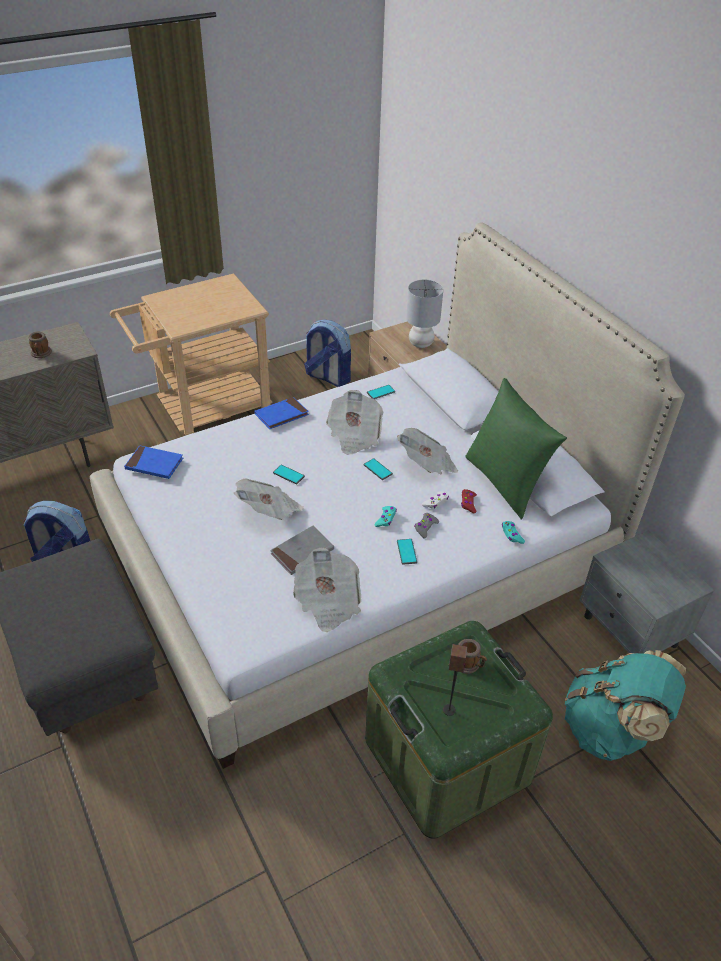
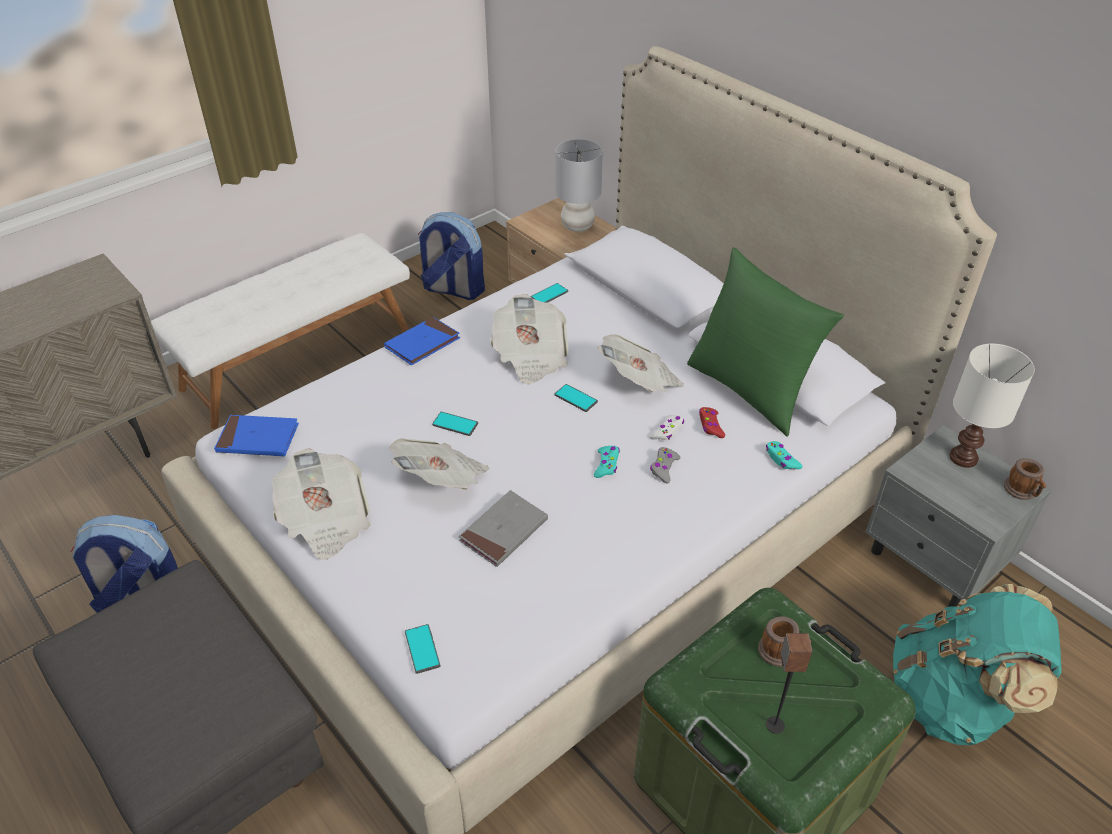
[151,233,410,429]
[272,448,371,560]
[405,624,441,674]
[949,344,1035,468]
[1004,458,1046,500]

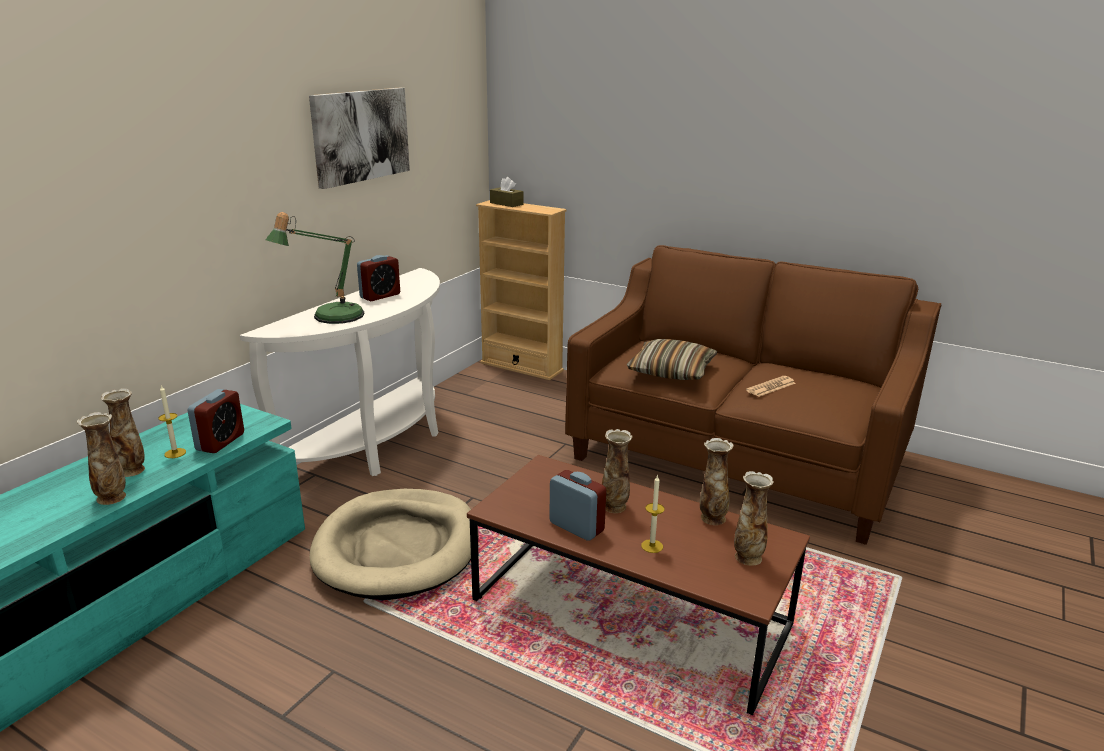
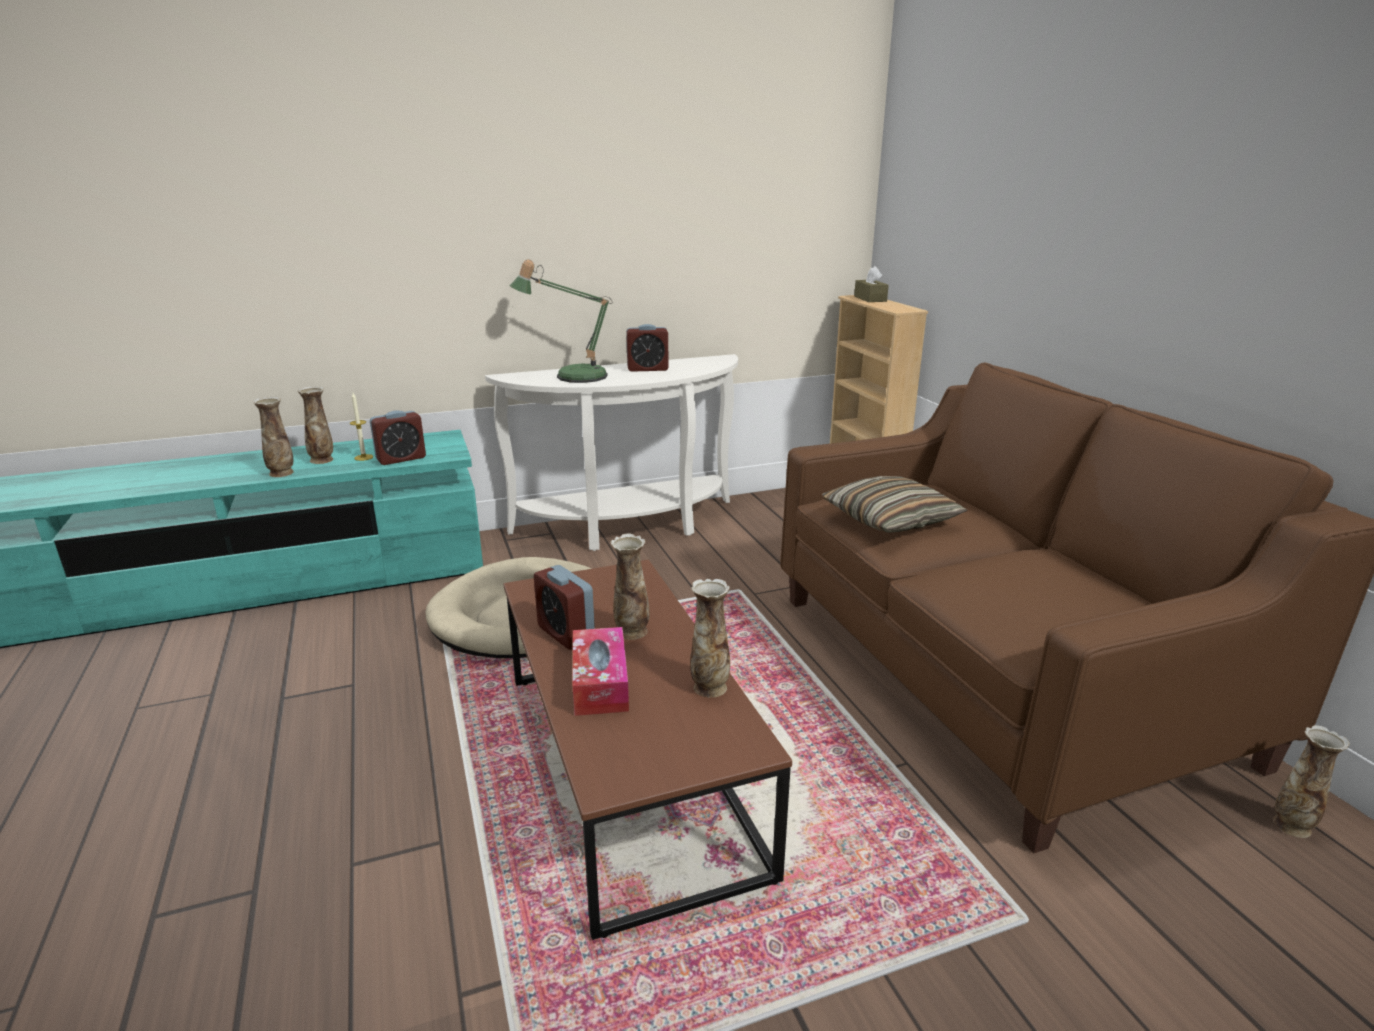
[534,565,595,650]
[573,627,629,716]
[1273,725,1350,838]
[309,88,410,189] (first image)
[746,376,796,397] (first image)

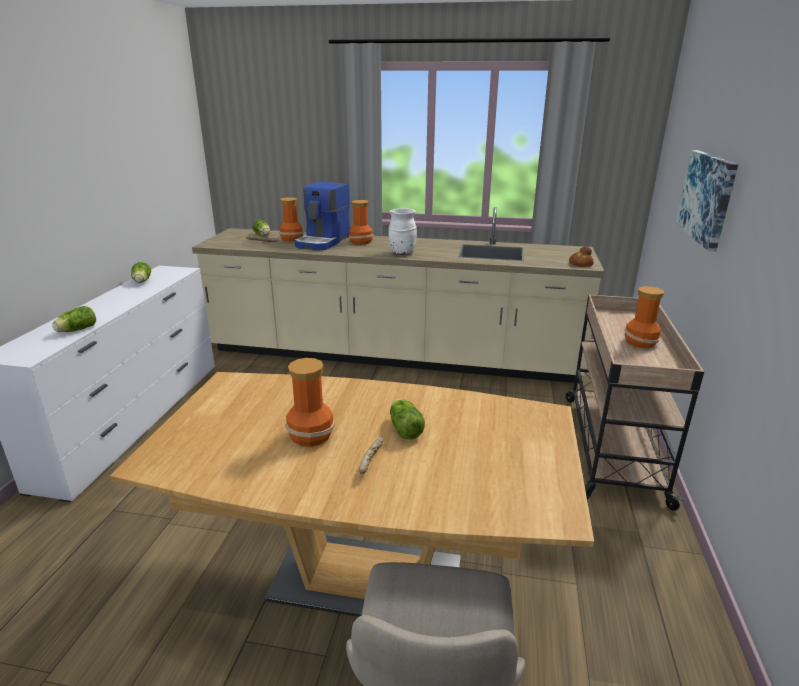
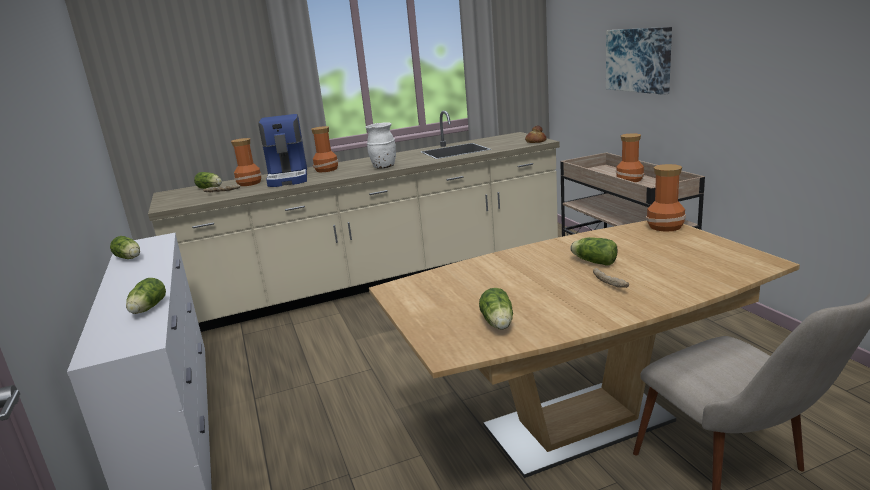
[479,288,513,330]
[646,164,686,232]

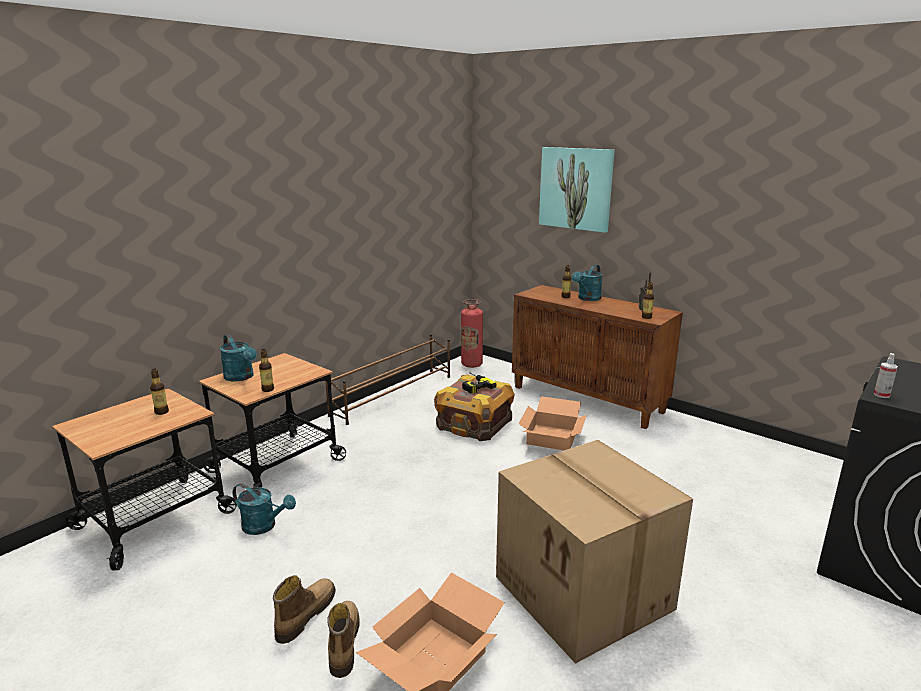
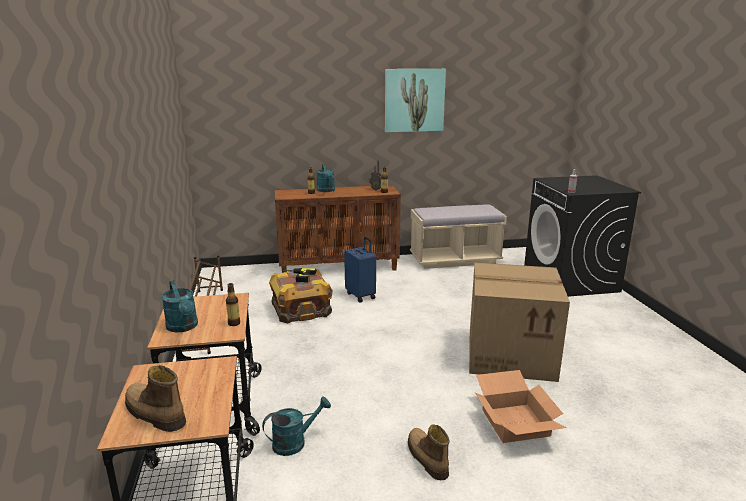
[125,365,186,432]
[161,280,198,333]
[344,237,376,302]
[385,69,446,132]
[410,204,507,269]
[150,369,169,415] (first image)
[461,299,483,368] (first image)

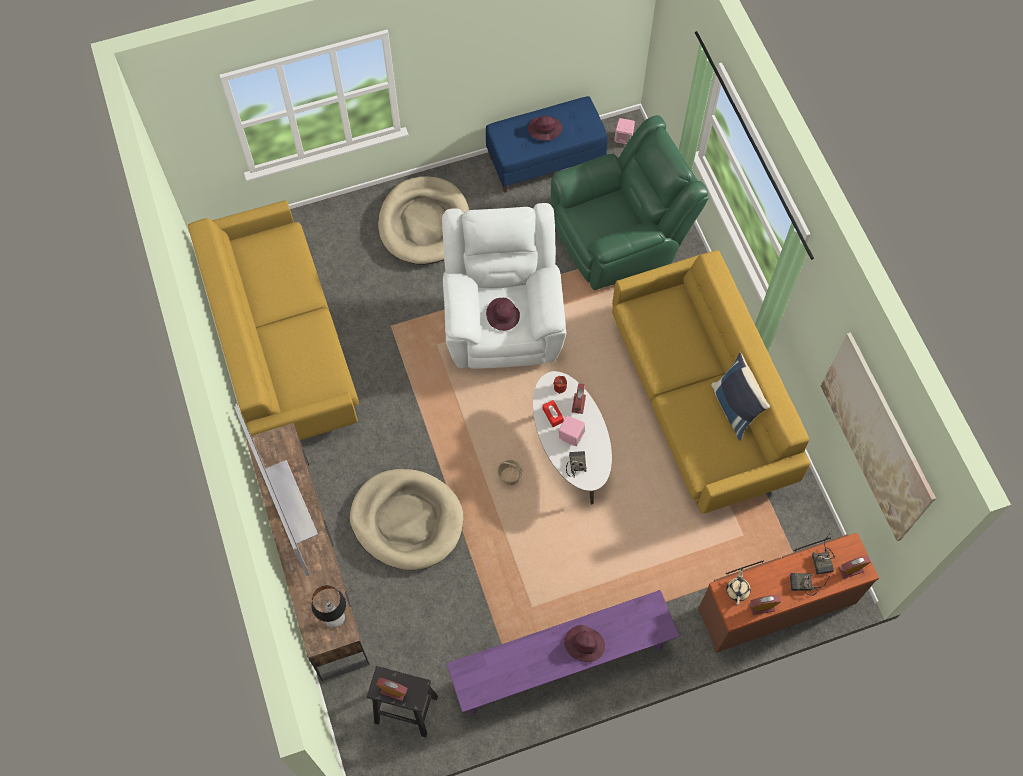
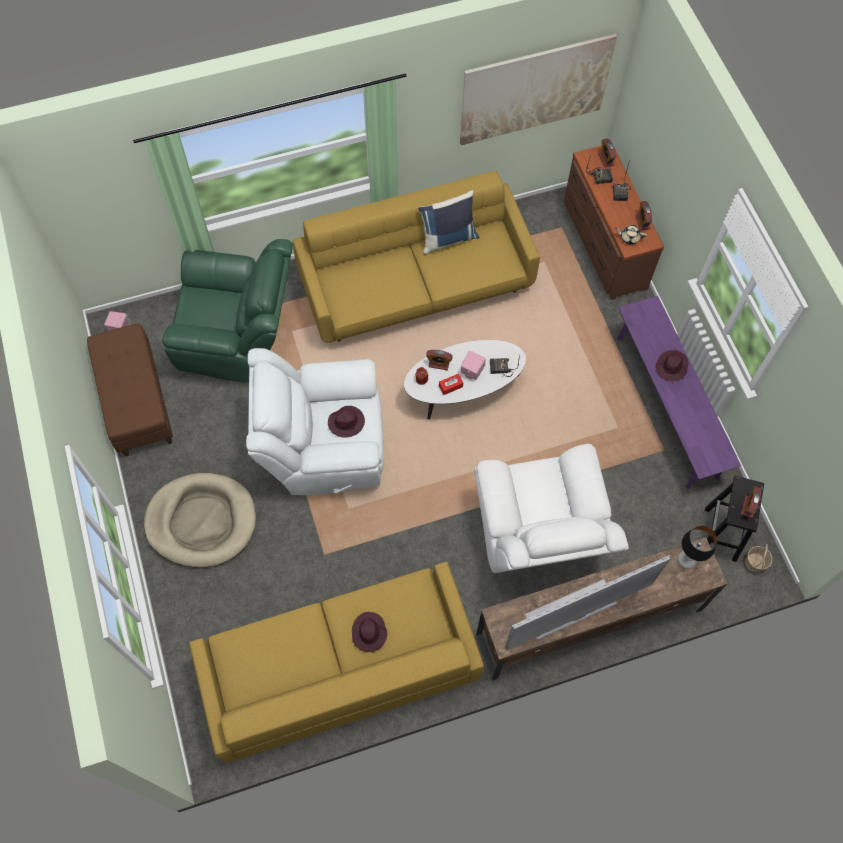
[87,323,173,457]
[162,239,293,383]
[352,612,387,652]
[474,444,629,573]
[745,544,772,572]

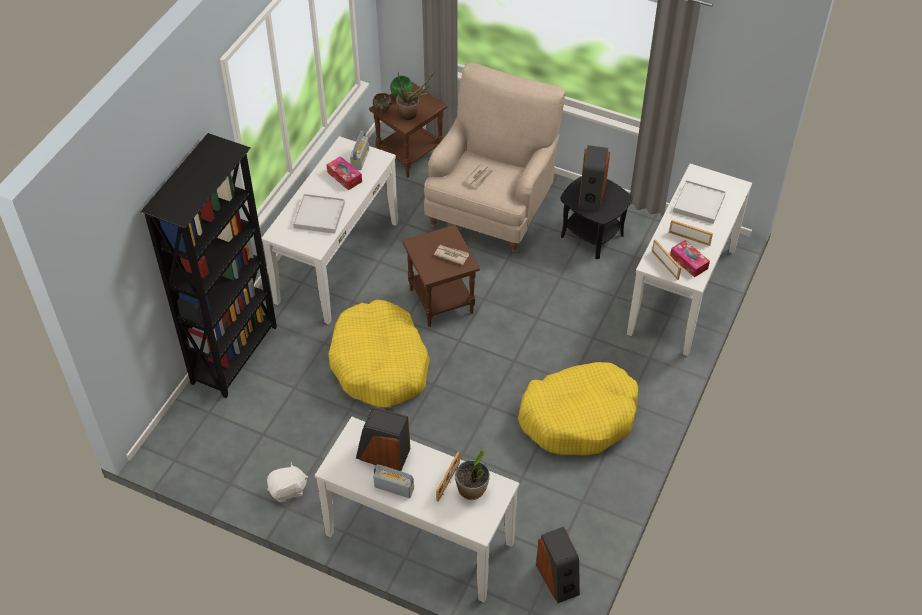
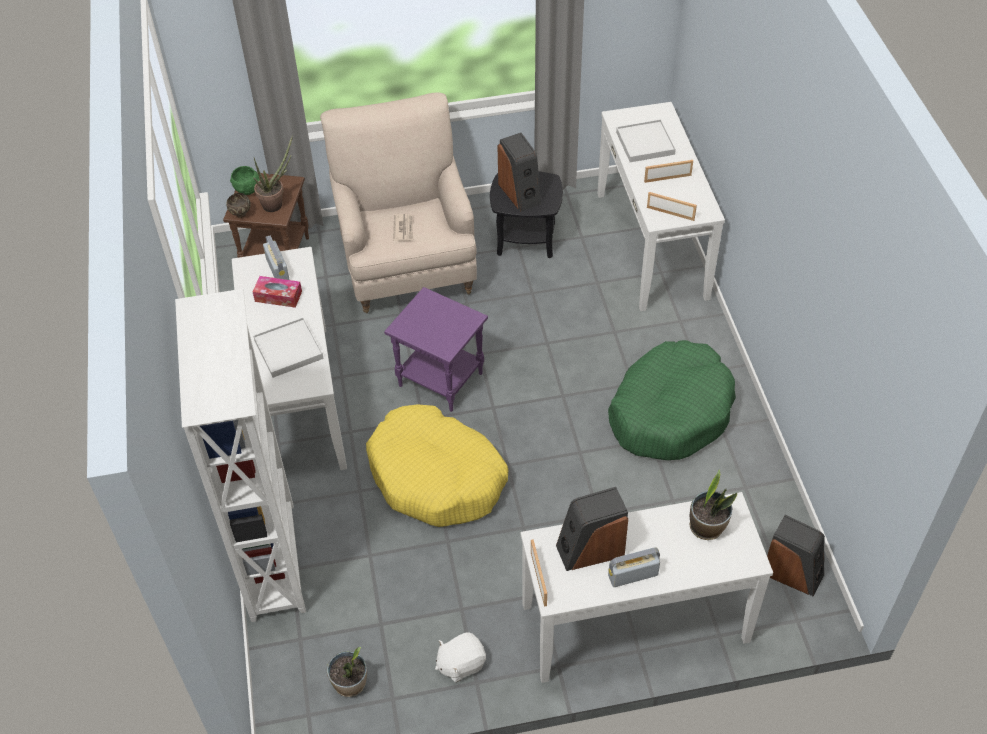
[175,289,306,622]
[327,647,367,697]
[384,287,488,412]
[435,633,486,682]
[531,539,547,607]
[608,340,736,460]
[434,245,469,265] (first image)
[670,240,710,278] (first image)

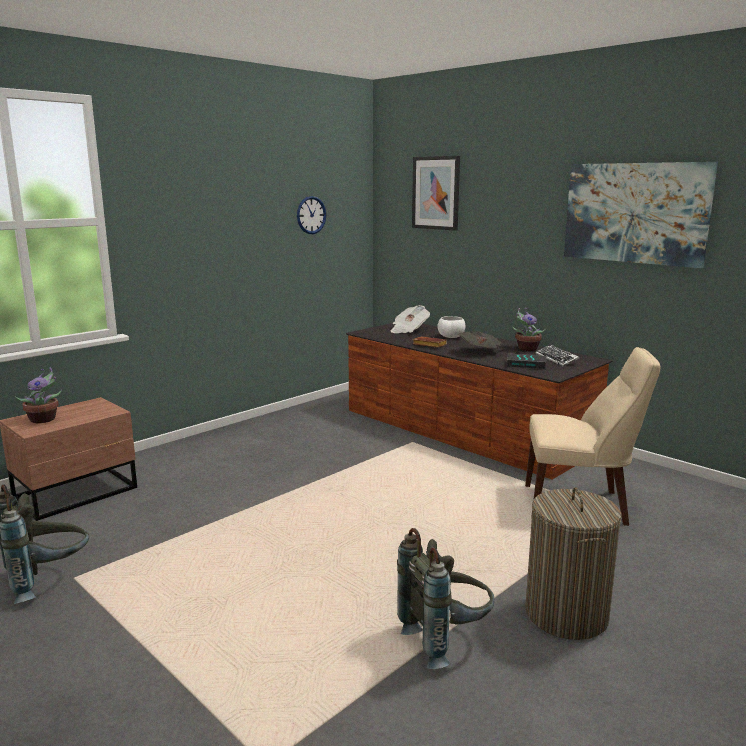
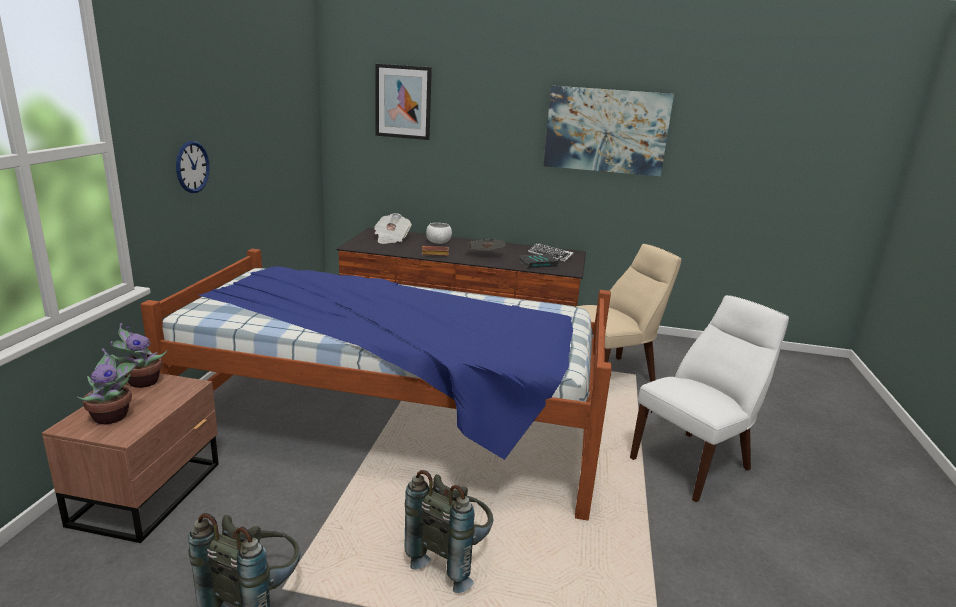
[110,323,167,388]
[140,249,612,521]
[176,141,210,193]
[404,470,493,593]
[630,295,789,502]

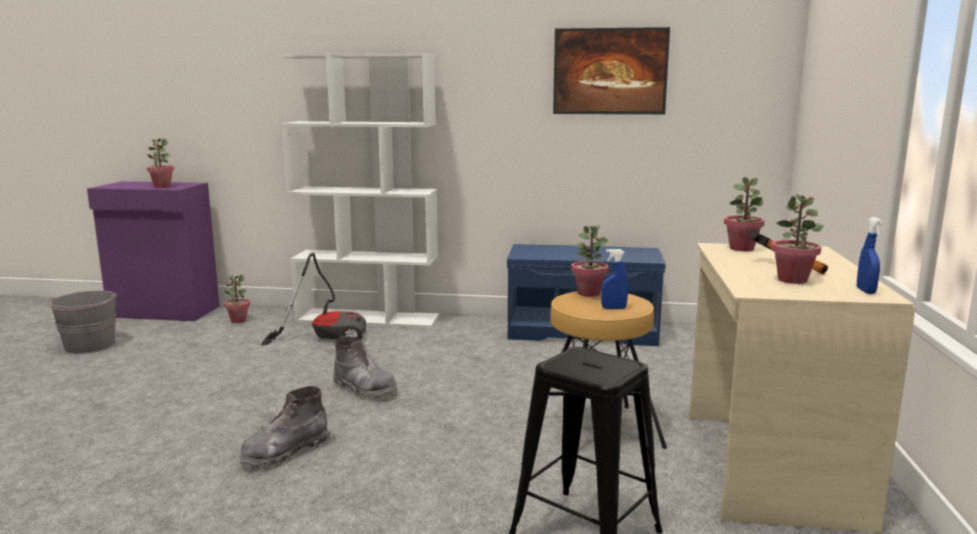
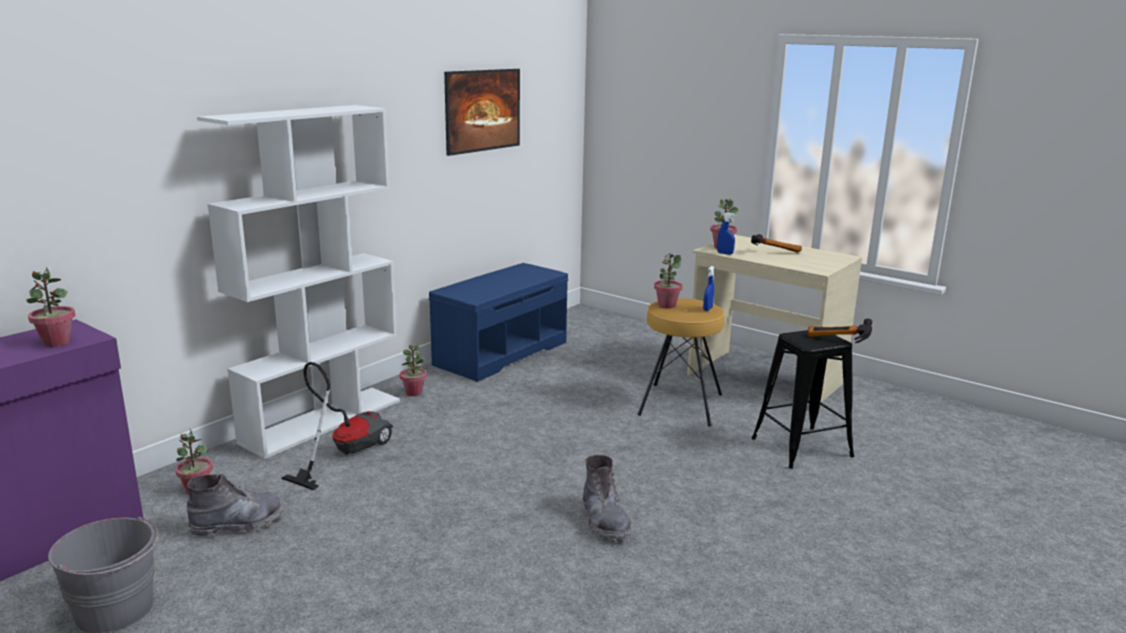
[187,474,283,538]
[400,345,427,396]
[717,213,735,255]
[808,319,872,343]

